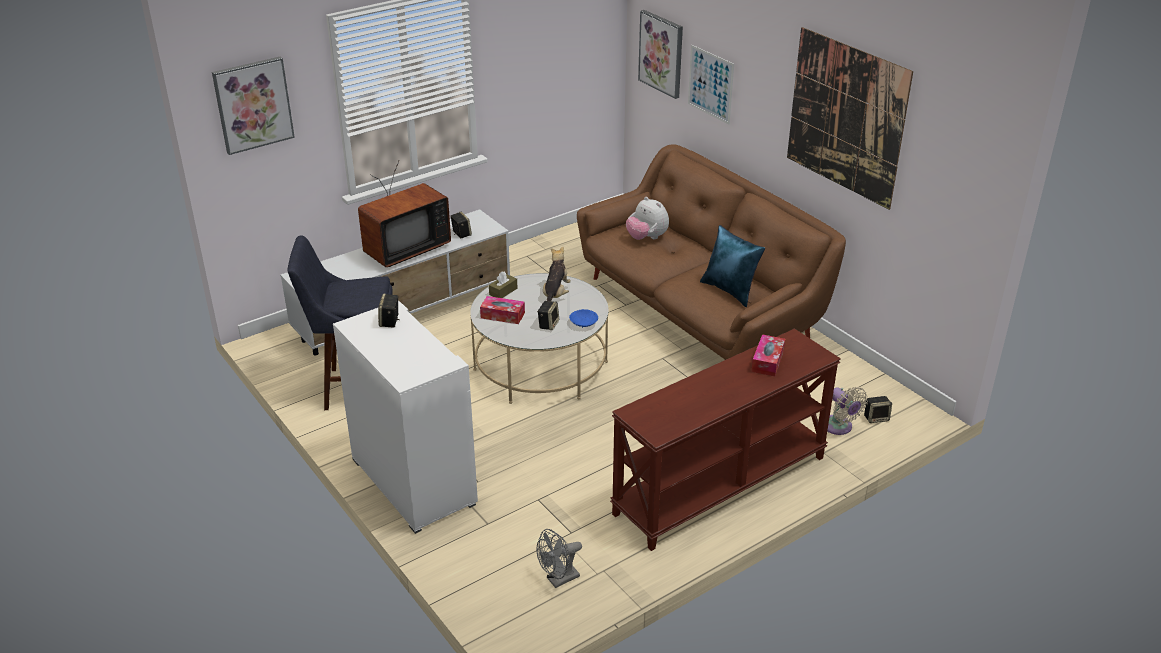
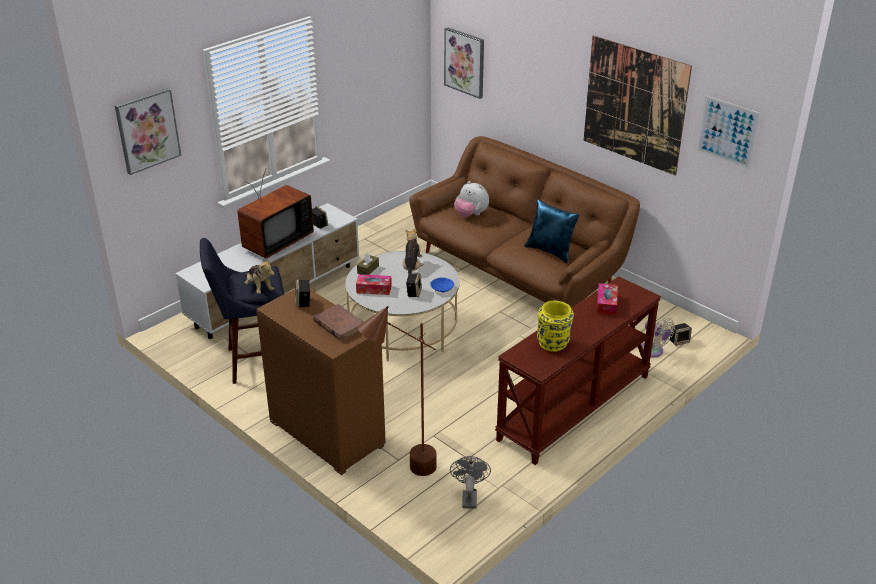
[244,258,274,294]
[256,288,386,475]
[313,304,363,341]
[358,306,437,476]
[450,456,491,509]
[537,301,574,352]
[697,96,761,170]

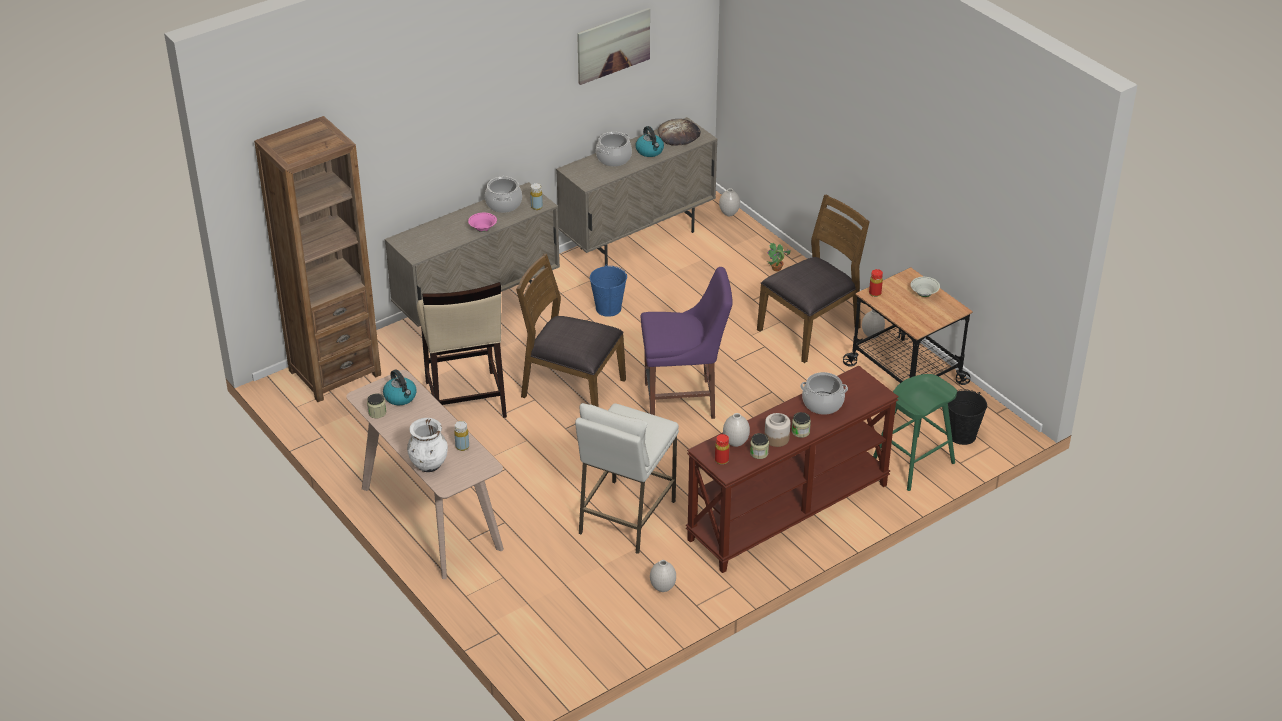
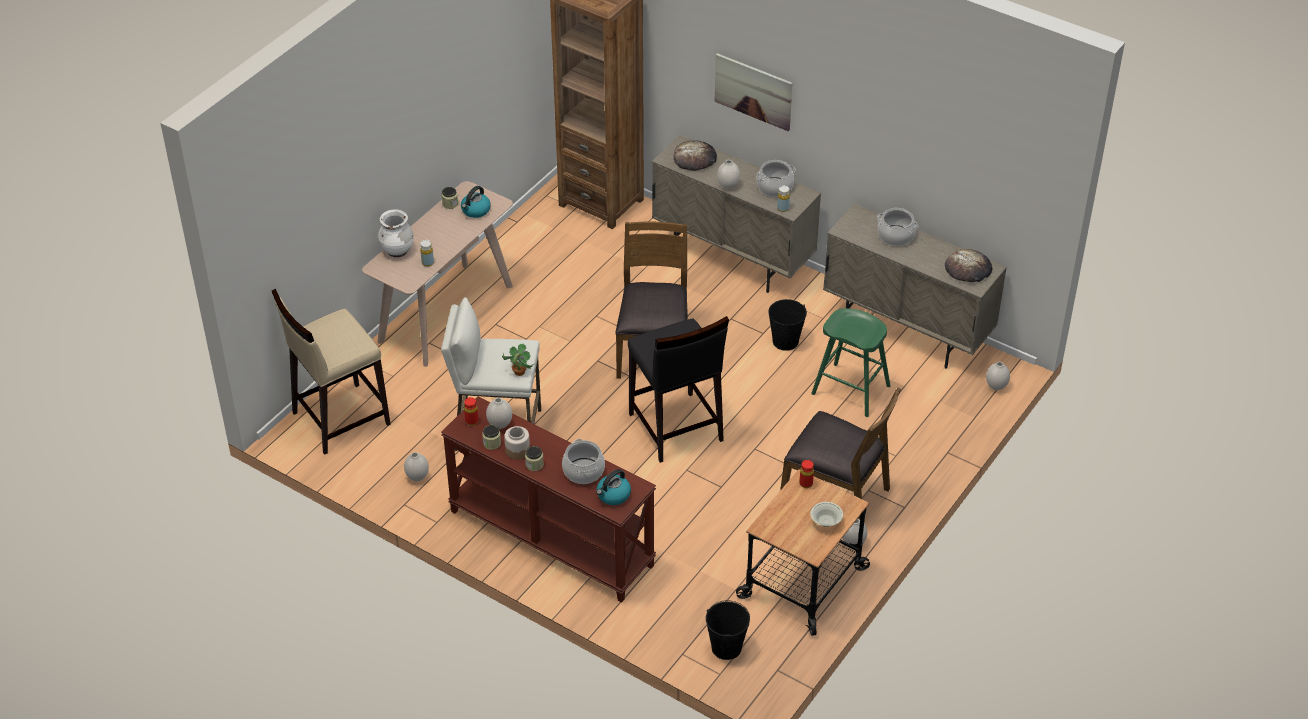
[272,289,391,455]
[502,343,534,376]
[597,469,631,505]
[628,316,729,463]
[674,140,717,171]
[715,53,793,131]
[717,160,740,189]
[768,299,807,351]
[811,308,890,417]

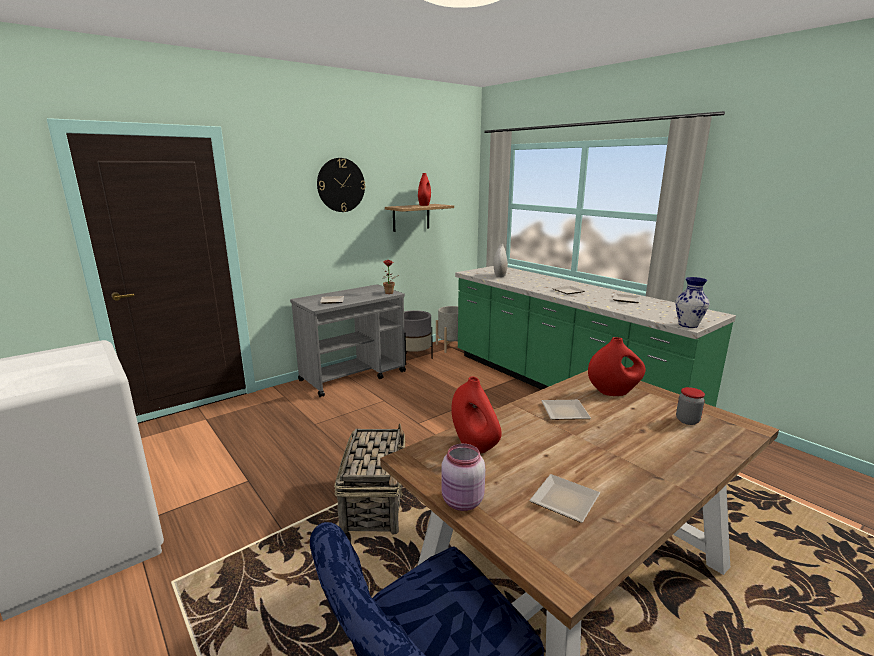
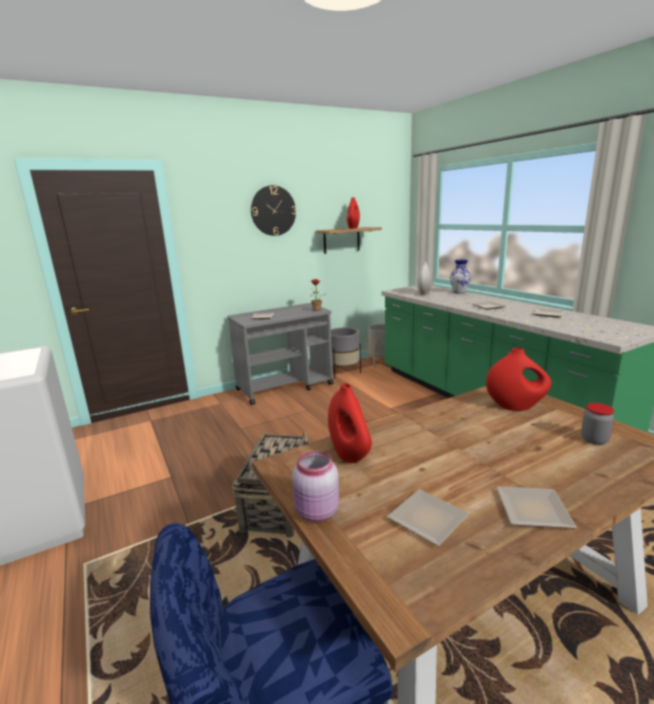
[450,260,471,294]
[497,487,577,529]

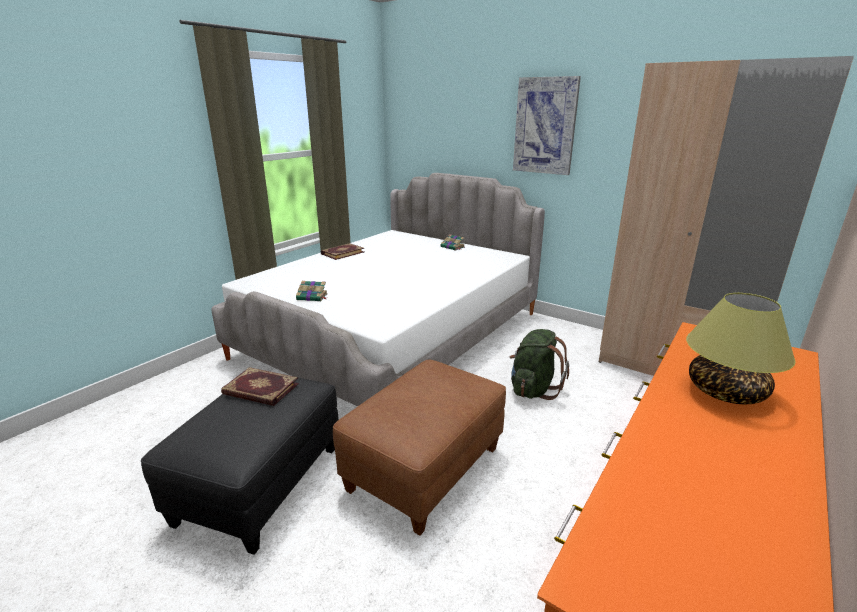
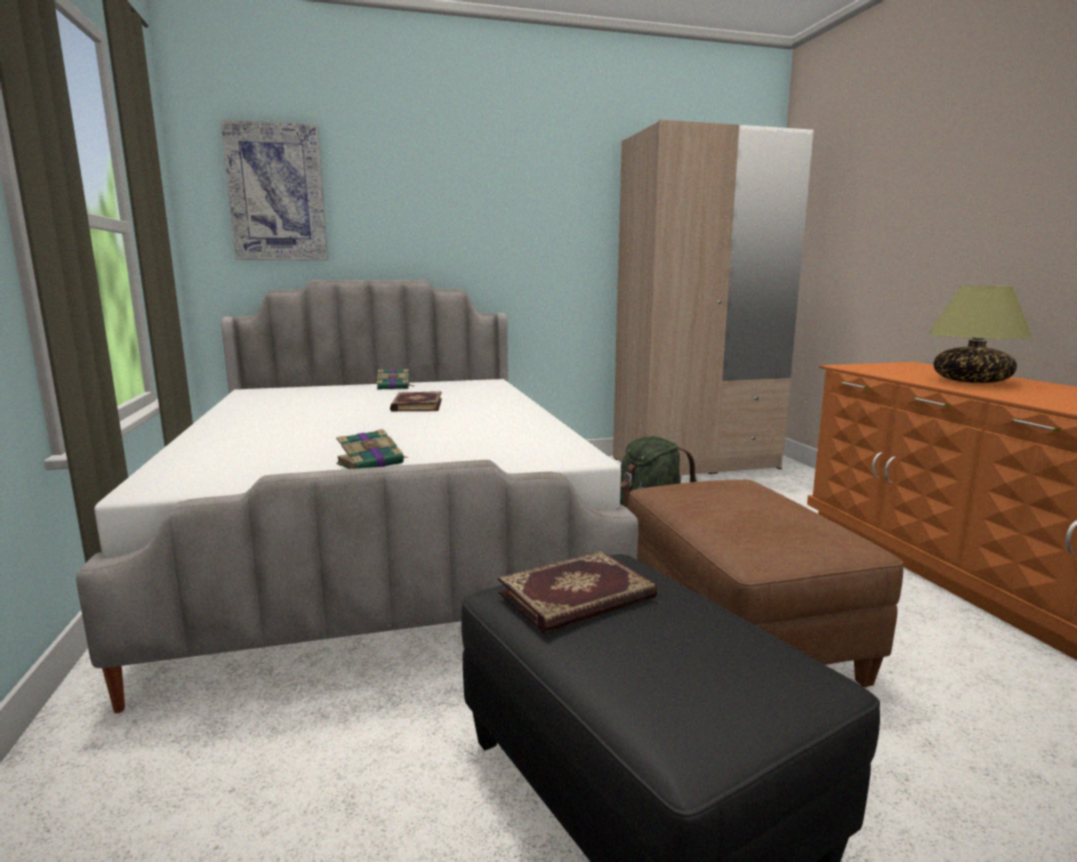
[221,119,328,260]
[390,391,442,412]

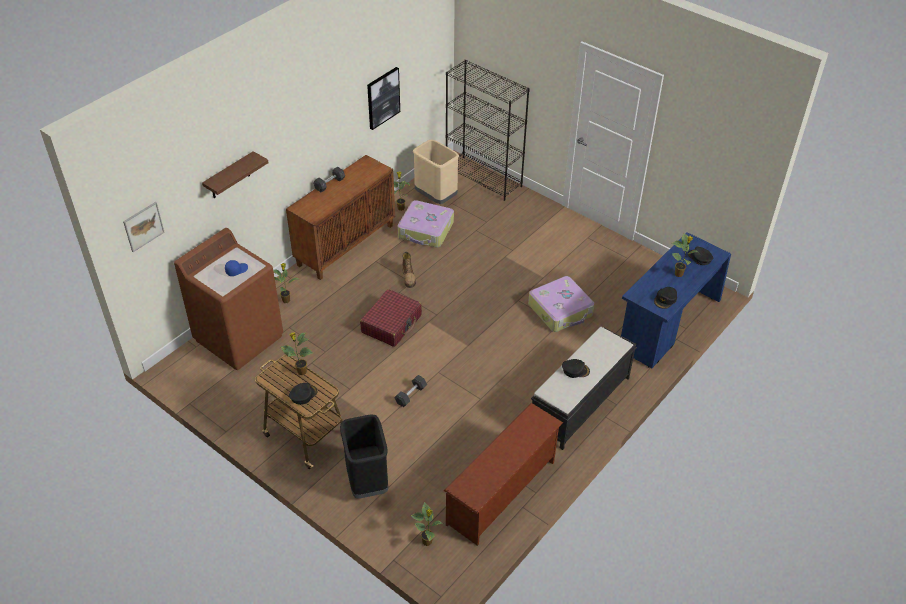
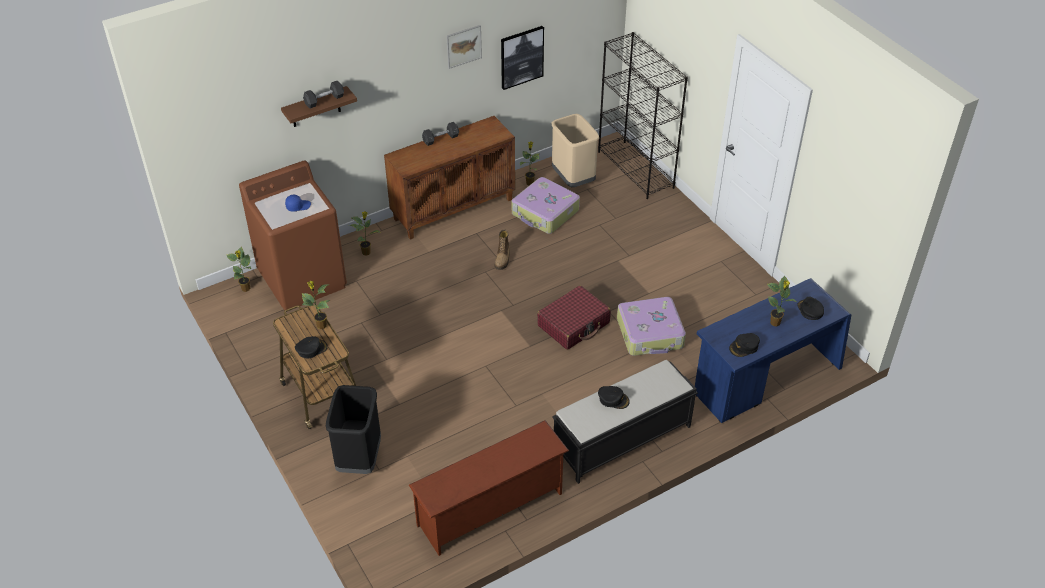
[227,247,251,292]
[303,81,344,108]
[447,25,482,69]
[537,285,611,350]

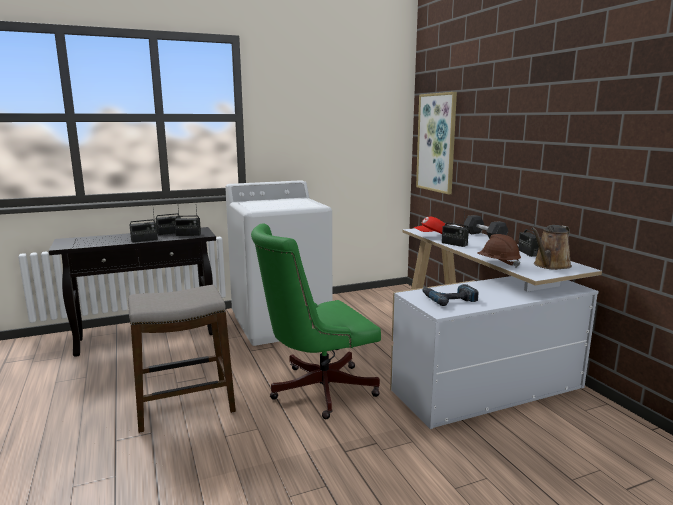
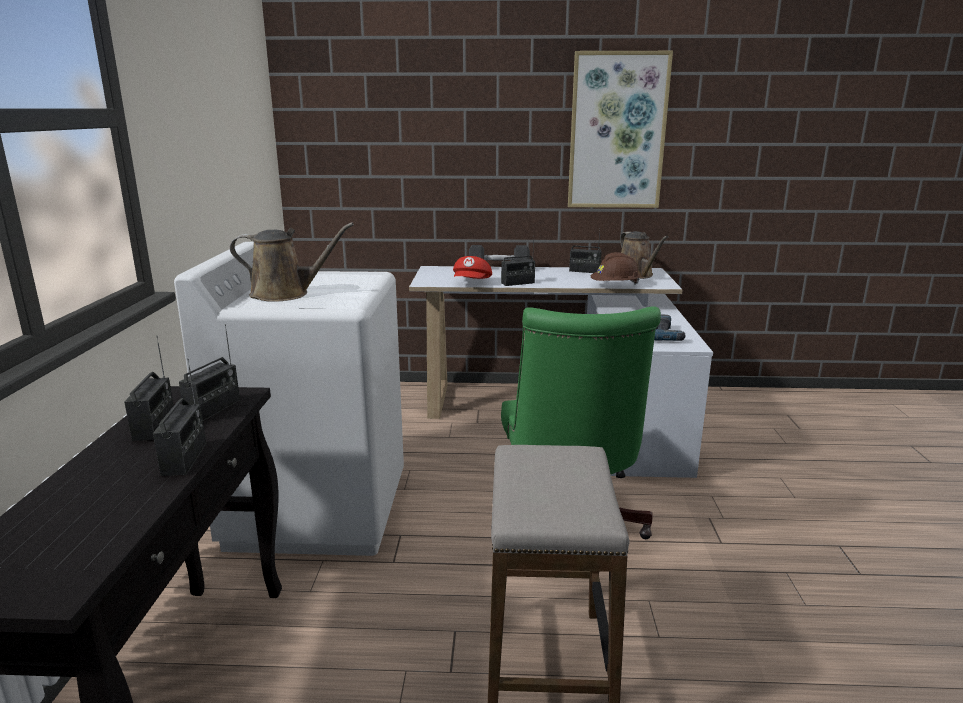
[230,222,354,302]
[568,51,673,208]

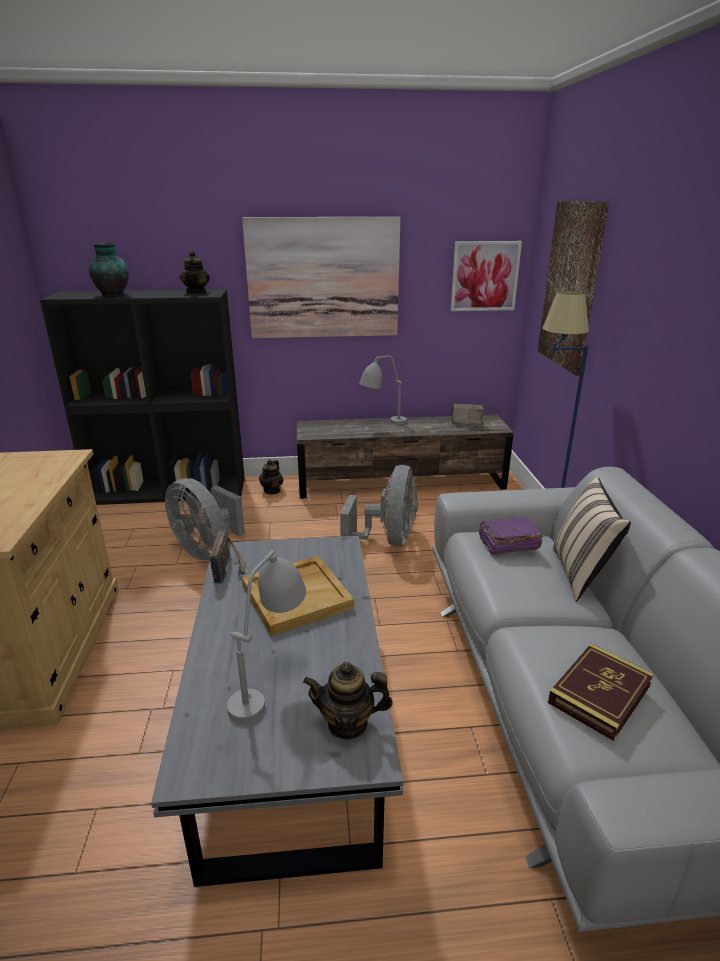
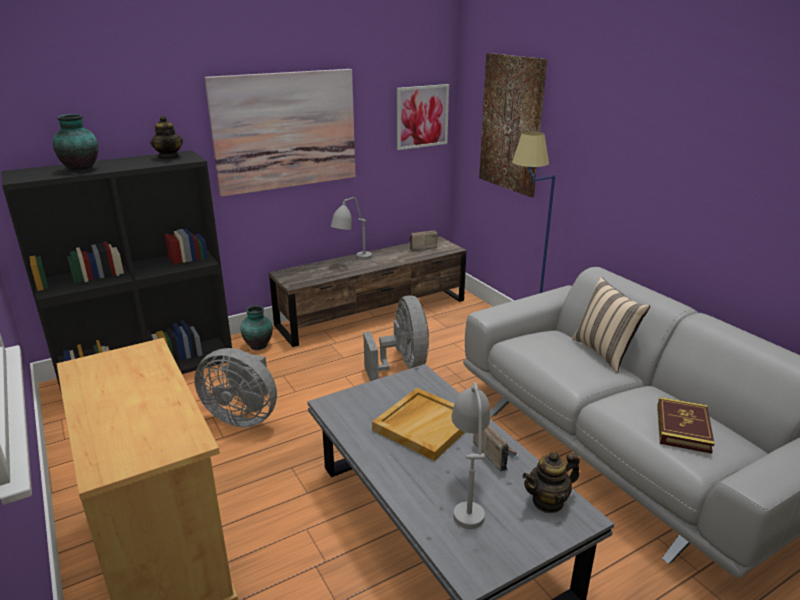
[241,306,273,350]
[473,425,519,473]
[479,516,543,555] (first image)

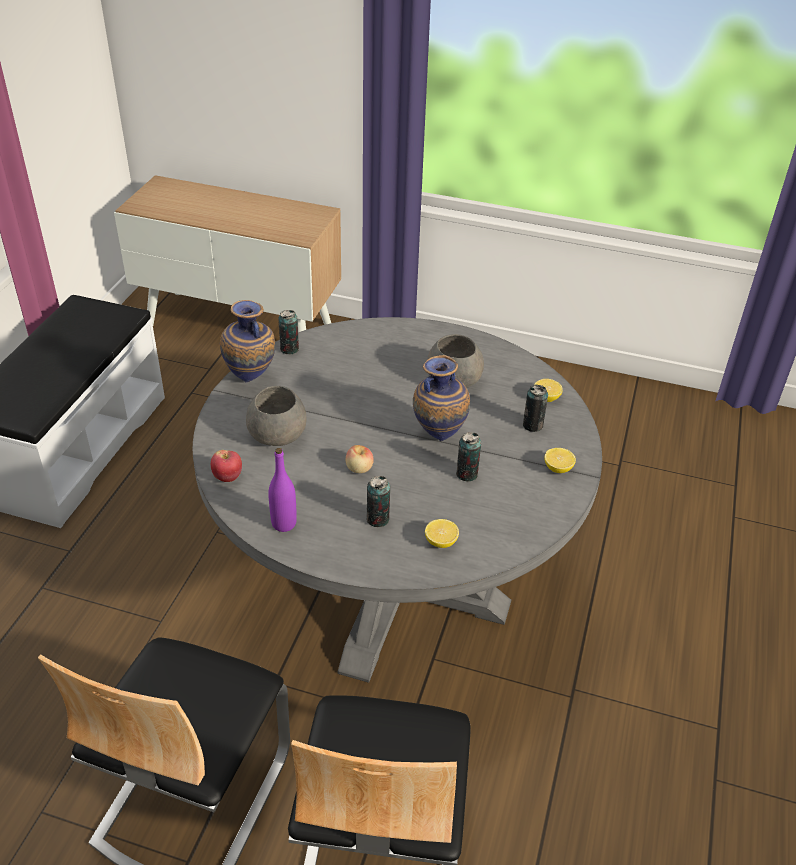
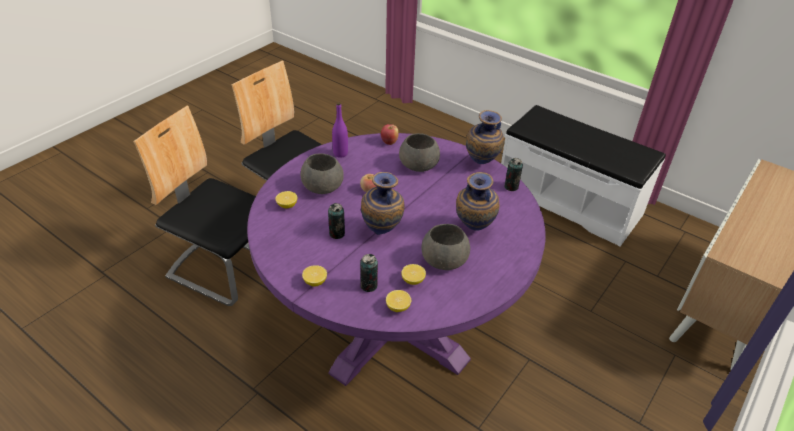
[247,133,546,386]
[301,153,344,194]
[401,264,426,285]
[456,172,500,231]

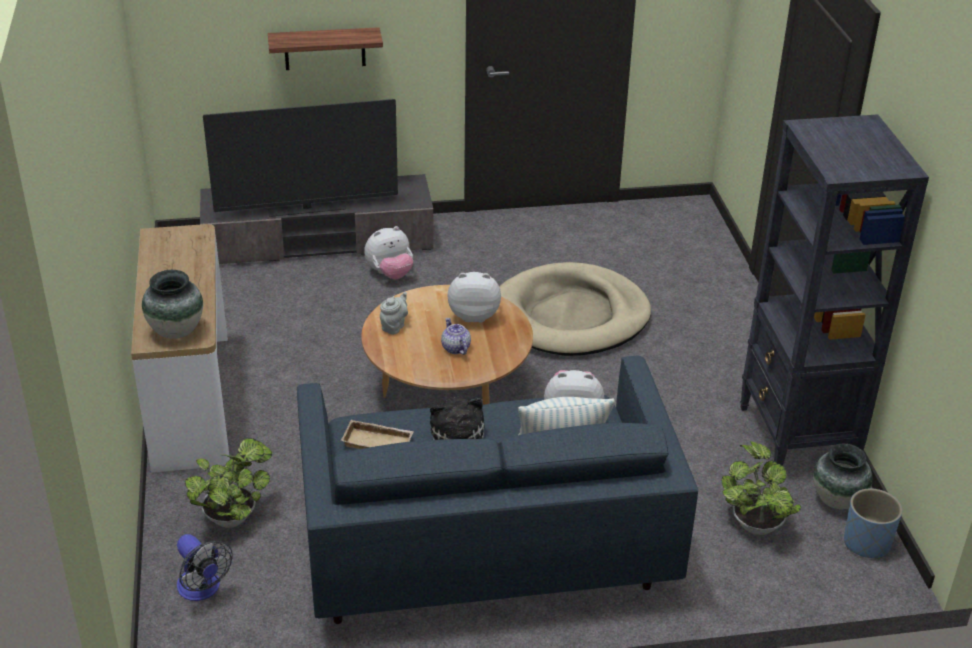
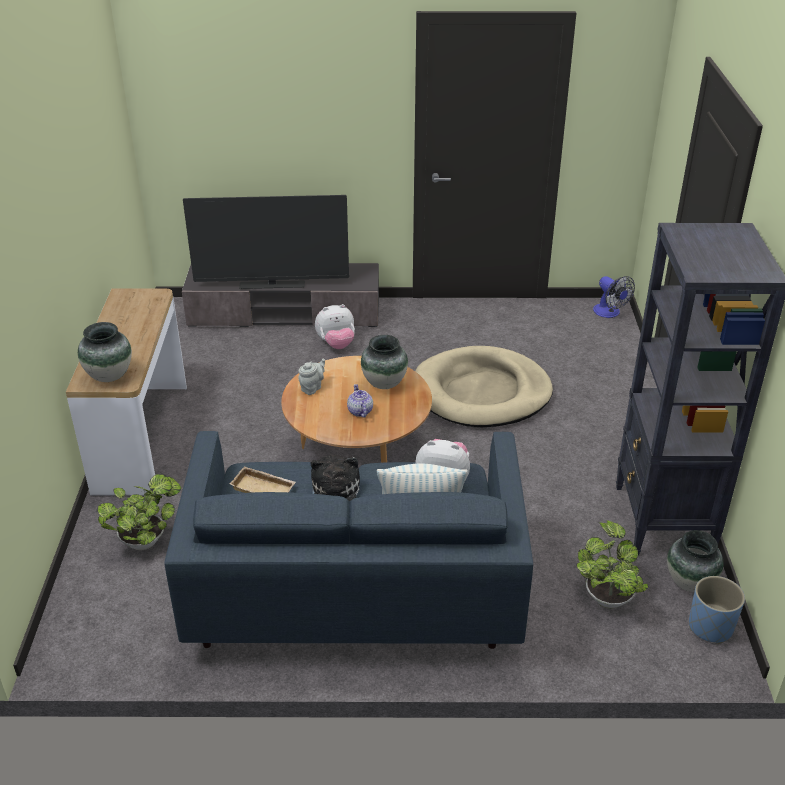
[361,335,408,389]
[593,276,635,318]
[268,27,383,70] (first image)

